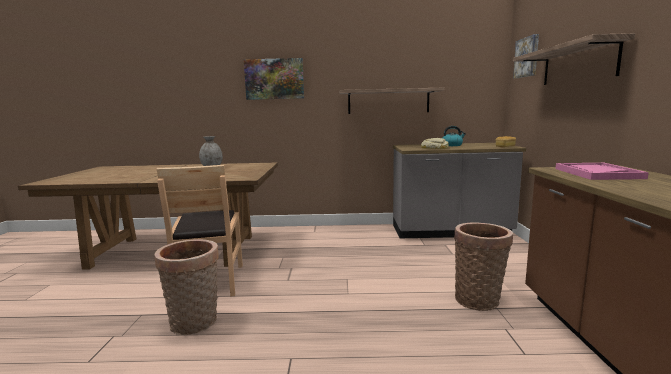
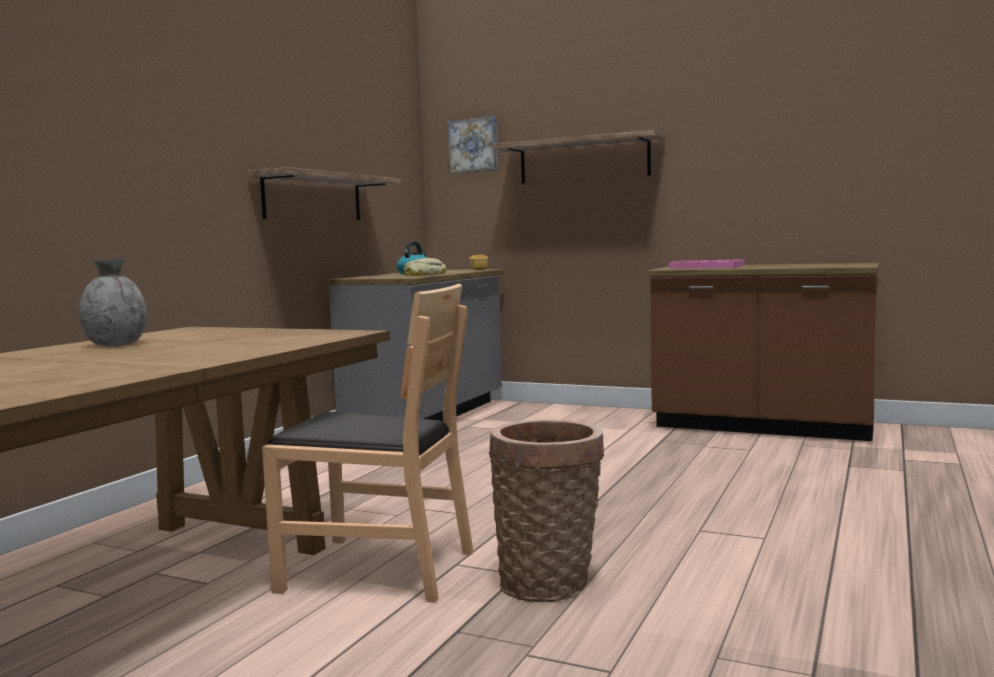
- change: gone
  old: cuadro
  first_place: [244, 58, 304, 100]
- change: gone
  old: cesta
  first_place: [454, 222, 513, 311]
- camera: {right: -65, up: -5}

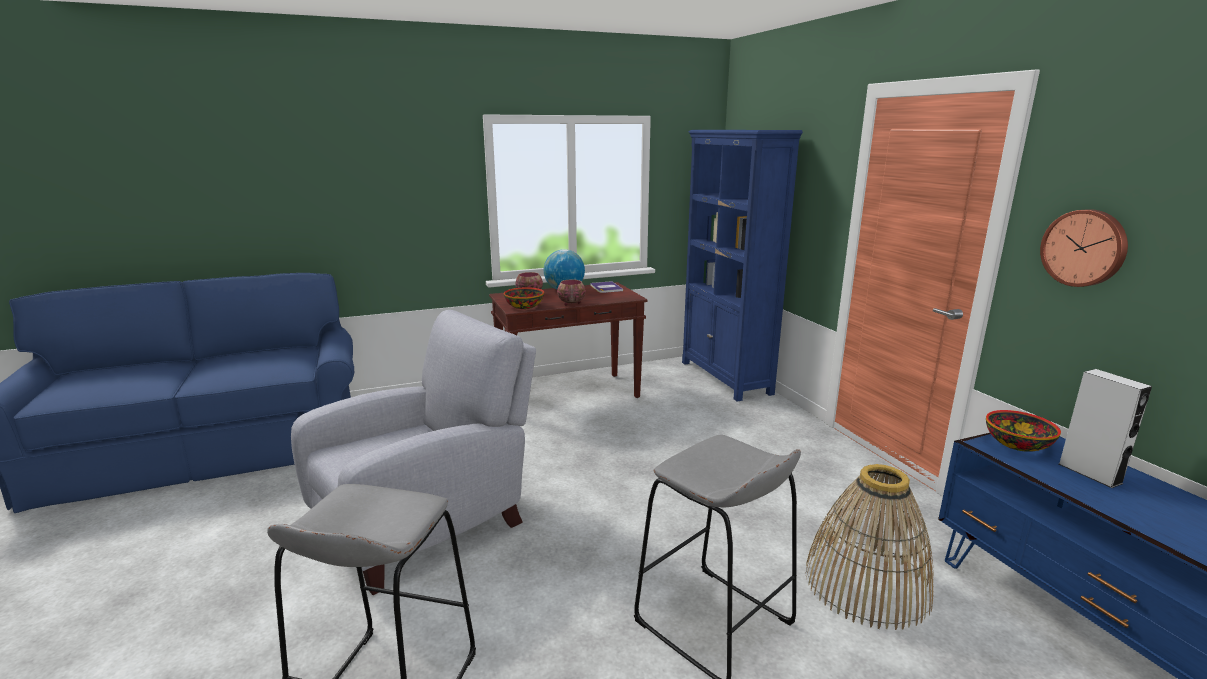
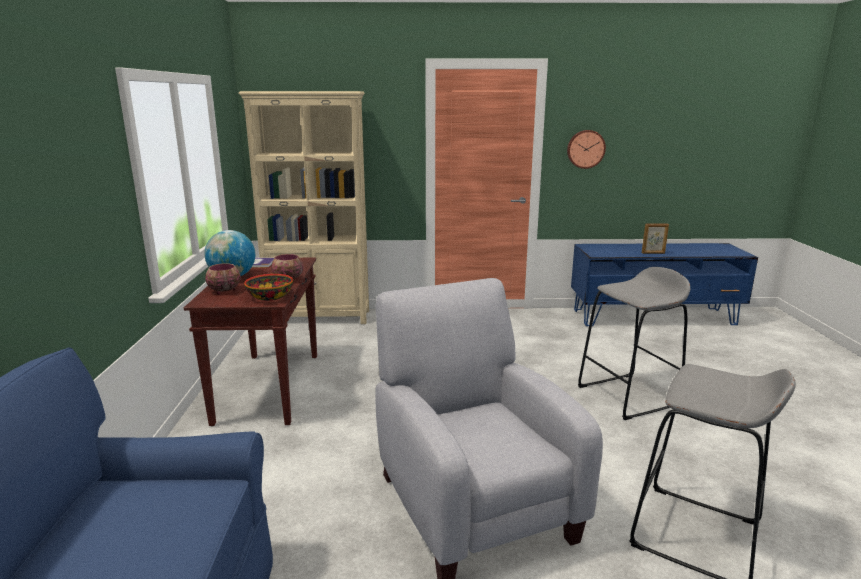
- change: gone
  old: cesta
  first_place: [805, 464, 934, 630]
- change: gone
  old: cuenco
  first_place: [986, 410, 1061, 452]
- change: gone
  old: altavoz/gris
  first_place: [1059, 369, 1152, 488]
- change: new
  new: portarretratos
  second_place: [642, 224, 669, 254]
- change: repainted
  old: estantería/azul
  new: estantería/beis
  first_place: [682, 130, 803, 401]
  second_place: [239, 91, 369, 324]
- camera: {right: -70, up: 0}

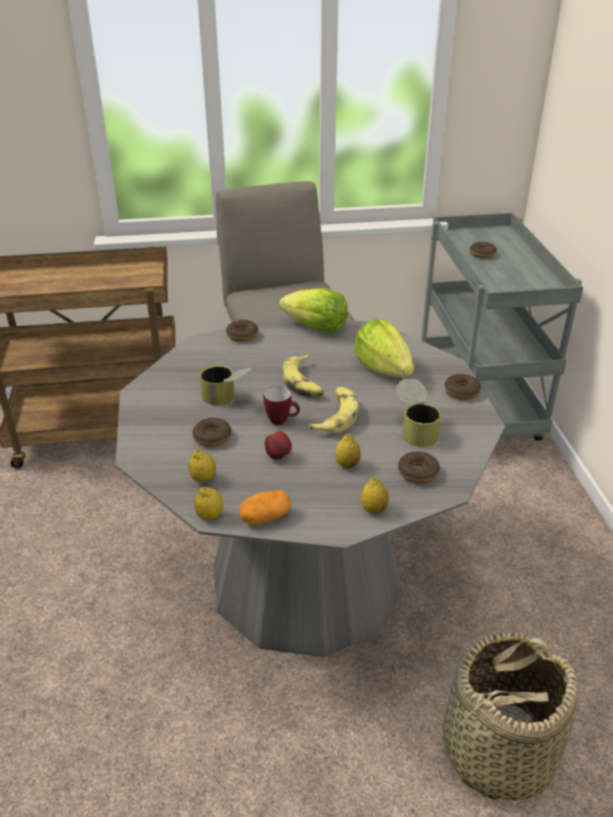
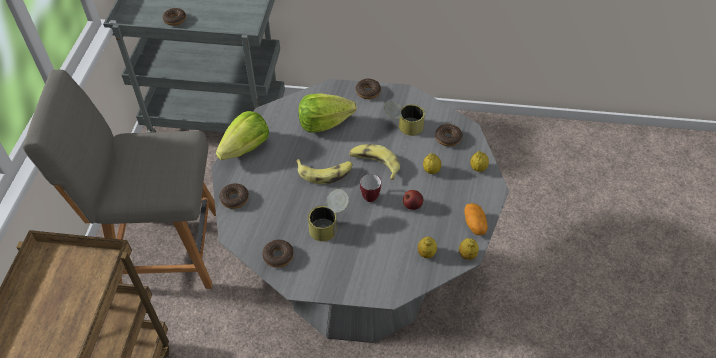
- change: gone
  old: cesta
  first_place: [439, 632, 578, 800]
- change: shifted
  old: rosquilla
  first_place: [192, 418, 232, 447]
  second_place: [262, 240, 294, 268]
- camera: {right: -75, up: 15}

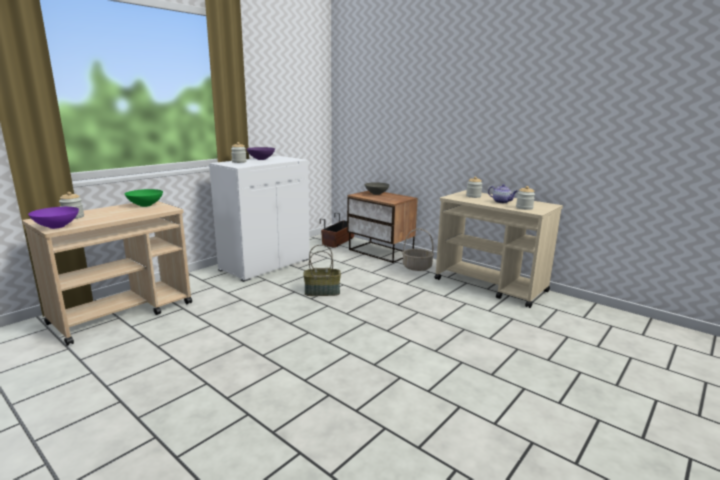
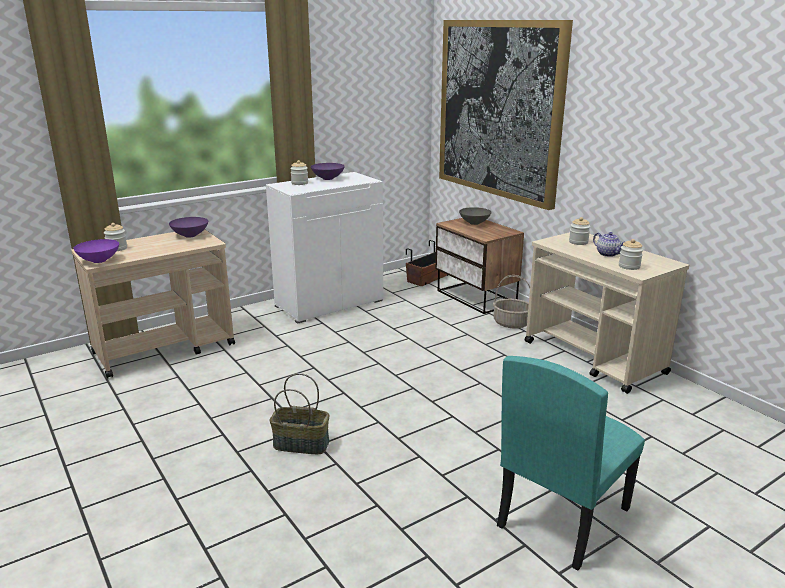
- change: new
  new: cuadro
  second_place: [439, 20, 573, 210]
- change: new
  new: silla/turquesa
  second_place: [497, 356, 645, 570]
- change: shifted
  old: cesta
  first_place: [303, 244, 341, 296]
  second_place: [270, 373, 330, 454]
- change: repainted
  old: cuenco/verde
  new: cuenco/morado
  first_place: [125, 189, 163, 207]
  second_place: [169, 217, 208, 238]
- camera: {right: 15, up: 5}

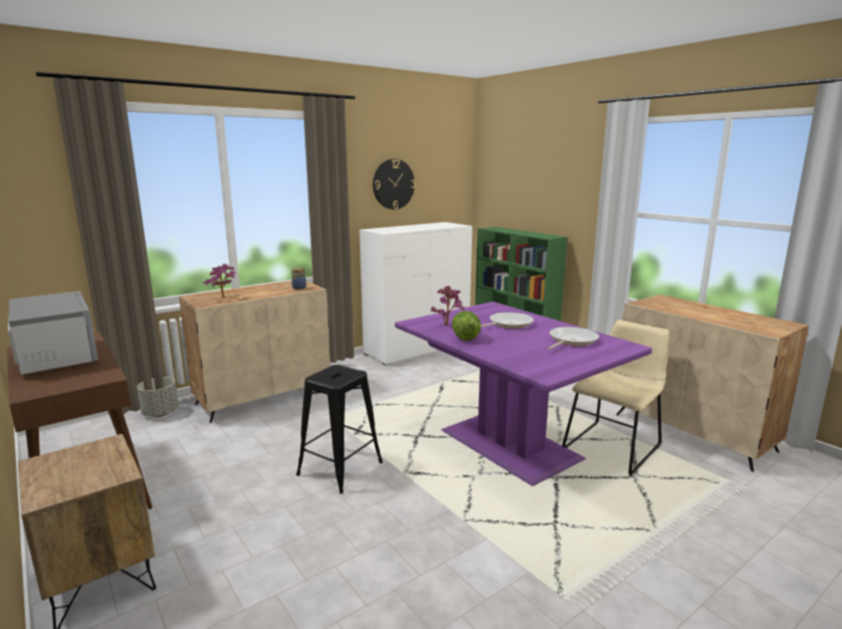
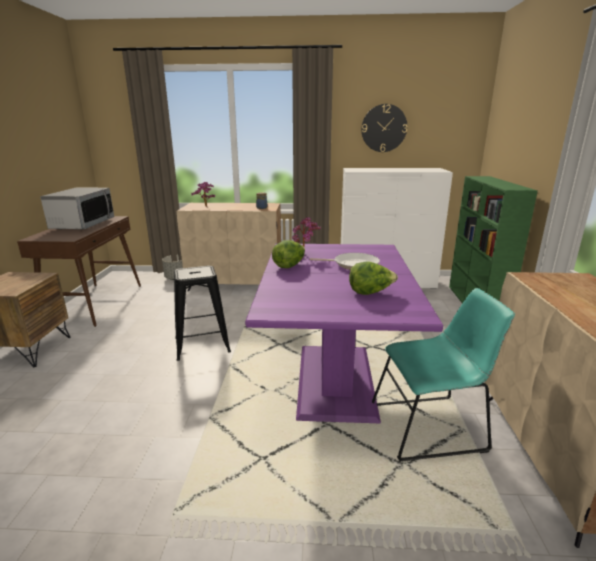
- change: swapped
  old: sartén
  new: lechuga
  first_place: [547, 327, 599, 350]
  second_place: [349, 261, 398, 295]
- change: repainted
  old: silla/beis
  new: silla/turquesa
  first_place: [562, 320, 669, 476]
  second_place: [372, 288, 515, 461]
- camera: {right: 40, up: 5}

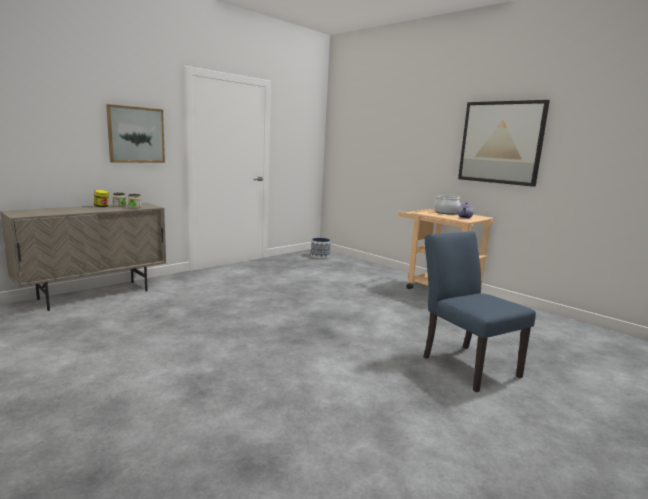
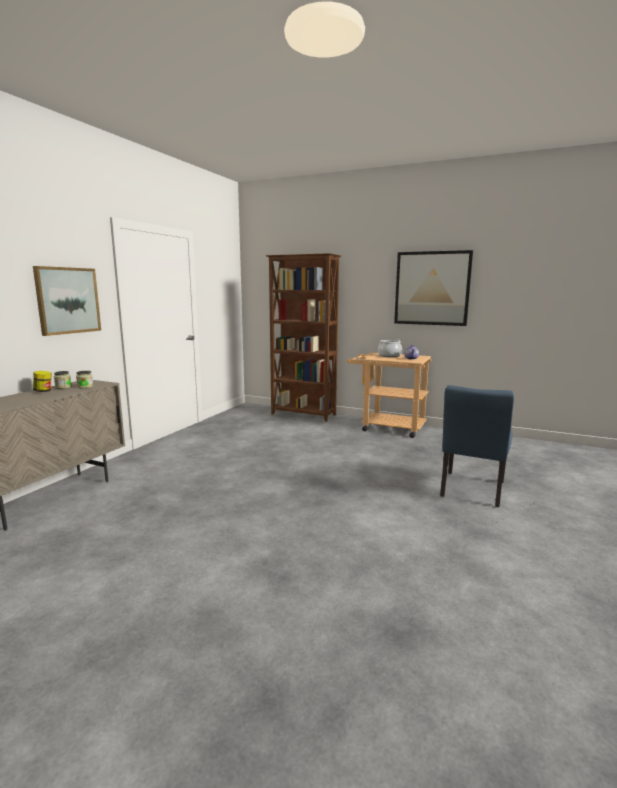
- change: gone
  old: maceta
  first_place: [311, 238, 331, 259]
- change: new
  new: estantería/marrón
  second_place: [266, 253, 341, 422]
- change: rotated
  old: silla/azul
  first_place: [423, 231, 536, 392]
  second_place: [440, 385, 514, 507]
  degrees: -105
- camera: {right: -20, up: 0}

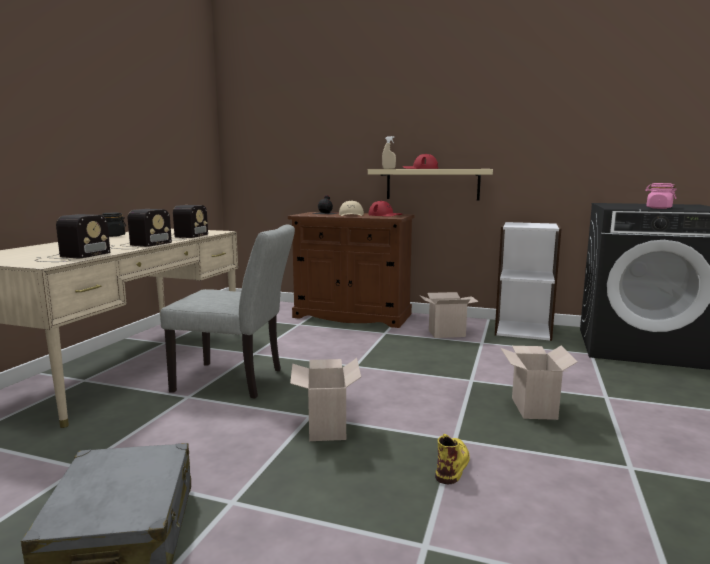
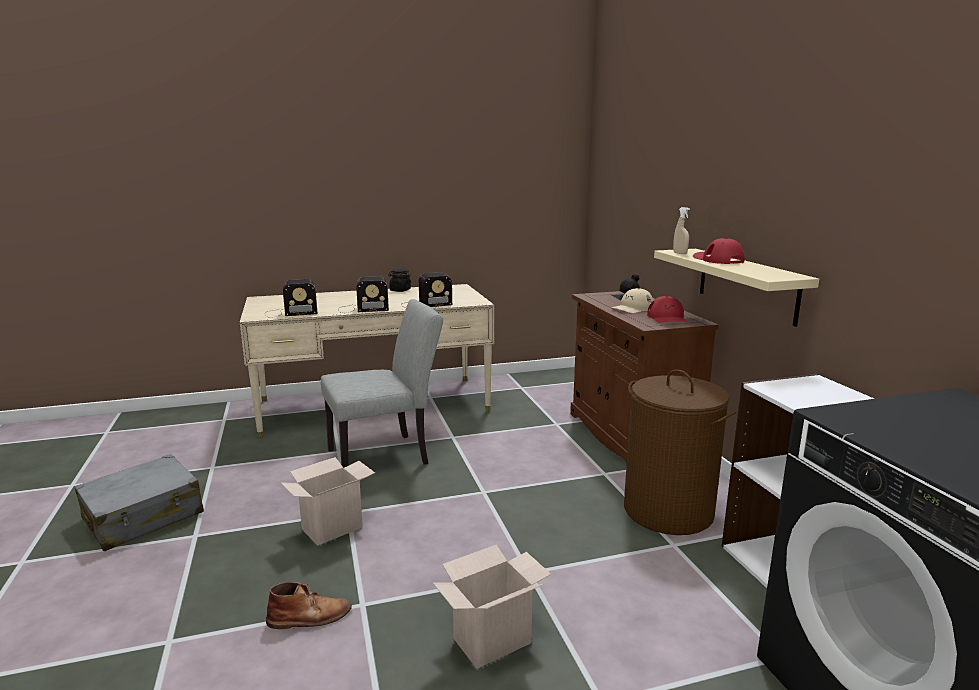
- change: gone
  old: tarro/rosa
  first_place: [645, 183, 676, 209]
- change: swapped
  old: caja de cartón
  new: cesto de la ropa/marrón
  first_place: [419, 292, 479, 338]
  second_place: [624, 369, 737, 535]
- change: repainted
  old: bota/amarillo
  new: bota/marrón
  first_place: [435, 434, 470, 484]
  second_place: [266, 582, 352, 629]
- change: rotated
  old: silla/gris
  first_place: [160, 224, 295, 398]
  second_place: [321, 299, 443, 468]
  degrees: -90
- camera: {right: 55, up: 5}

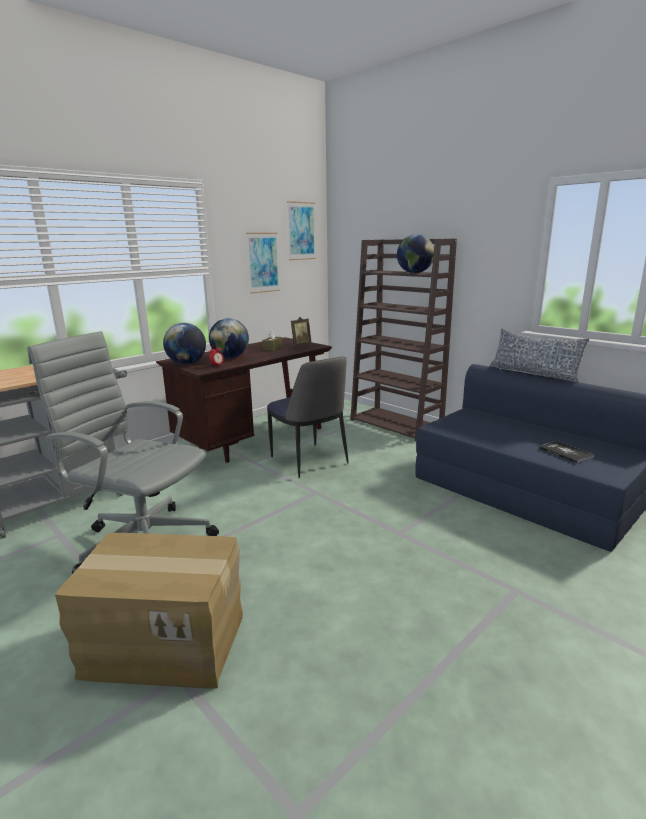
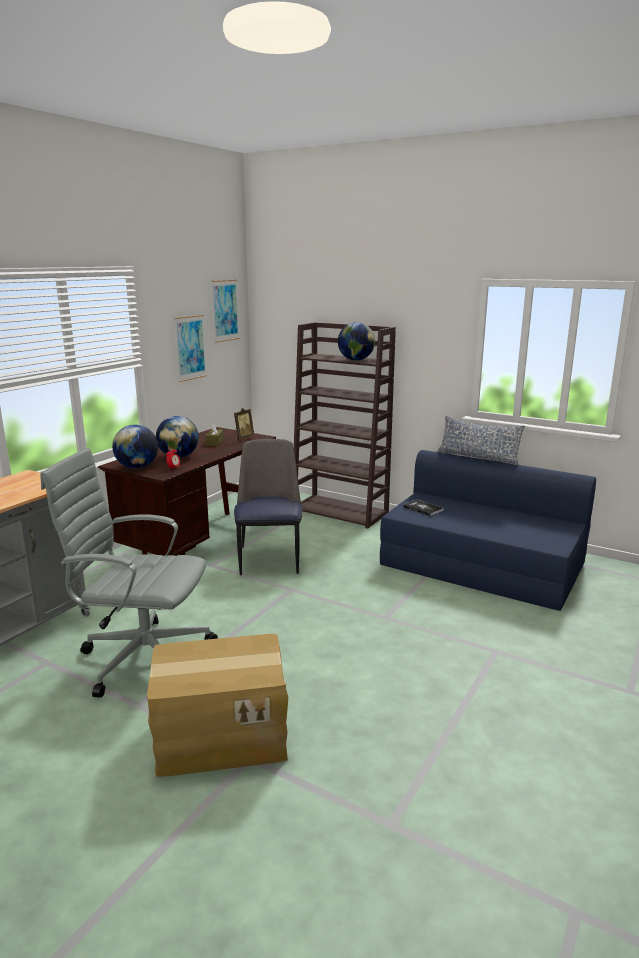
- change: shifted
  old: libro
  first_place: [539, 441, 594, 464]
  second_place: [403, 499, 444, 516]
- change: rotated
  old: silla
  first_place: [267, 356, 349, 478]
  second_place: [234, 439, 303, 575]
  degrees: -135
- camera: {right: -15, up: 0}

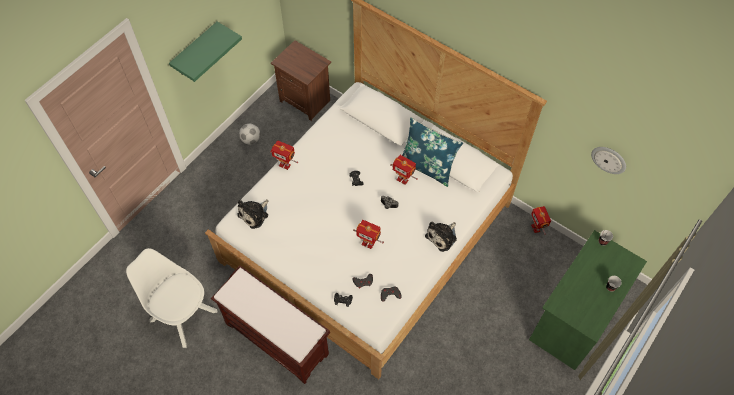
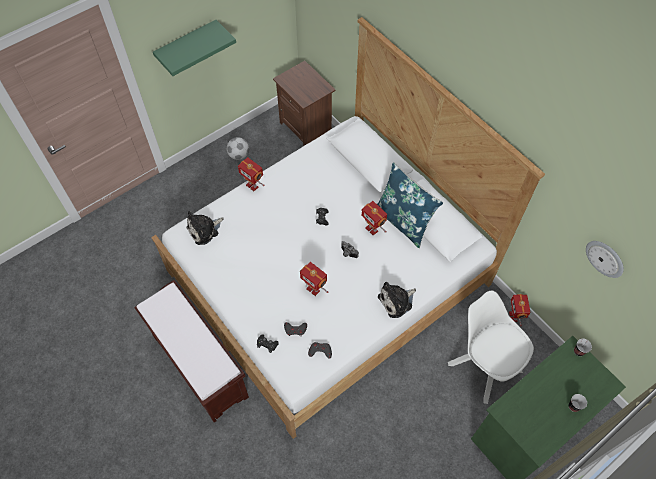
- change: shifted
  old: silla/blanco
  first_place: [126, 248, 217, 348]
  second_place: [448, 291, 534, 404]
- camera: {right: 15, up: 0}

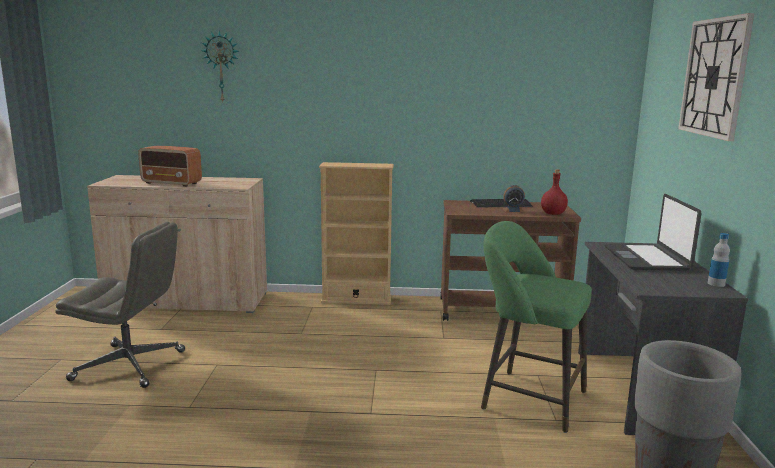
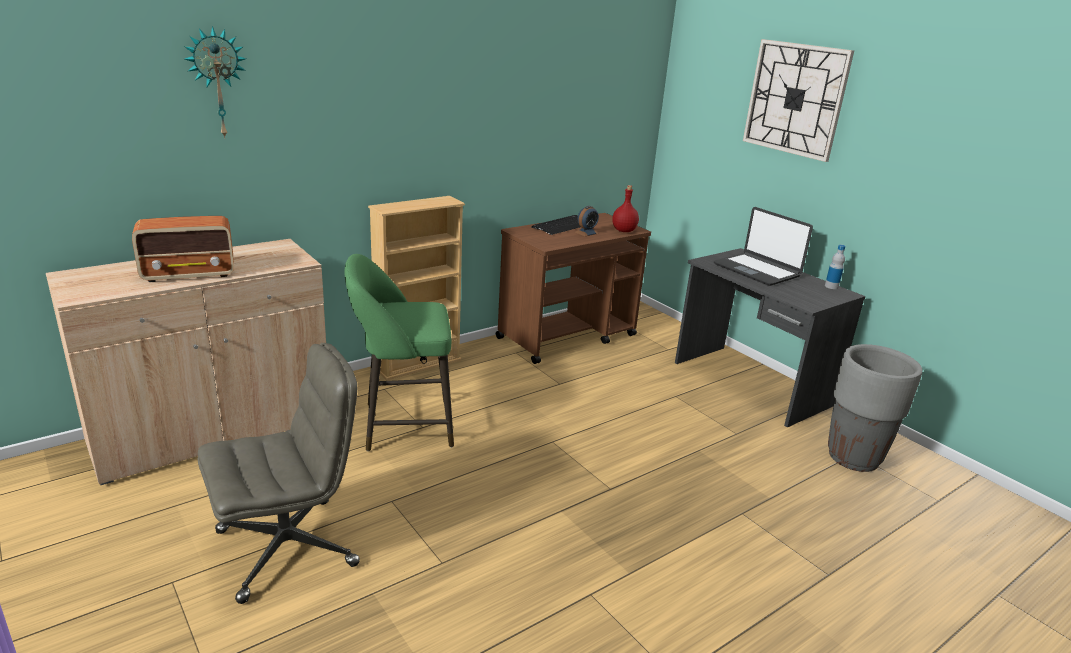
- change: shifted
  old: taburete/verde
  first_place: [481, 221, 592, 433]
  second_place: [344, 254, 454, 451]
- camera: {right: -40, up: 10}

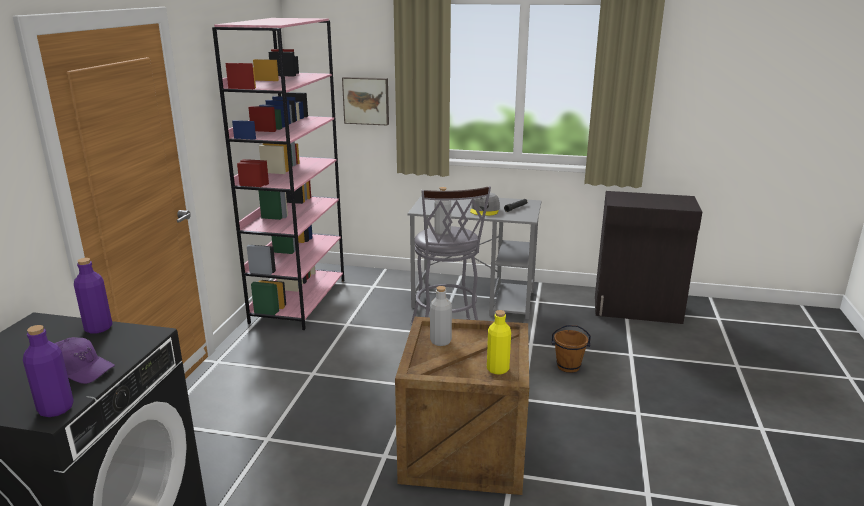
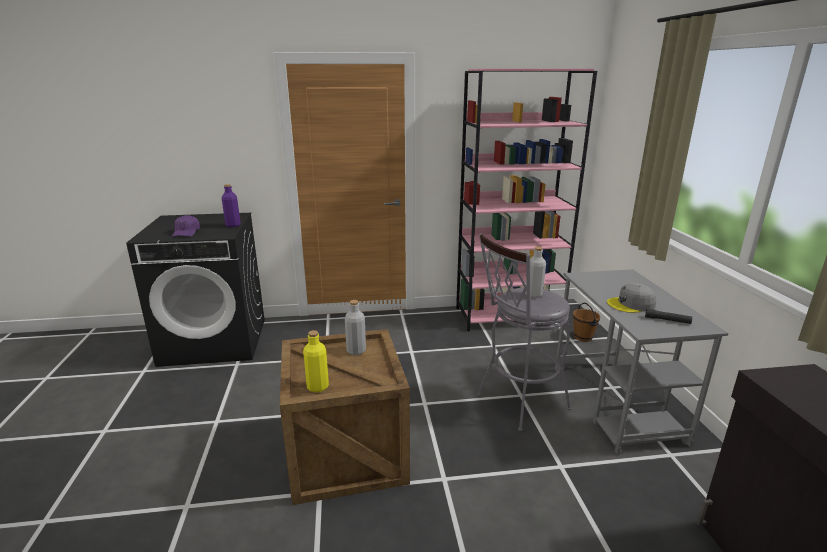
- change: gone
  old: botella/morado
  first_place: [23, 325, 74, 417]
- change: gone
  old: cuadro
  first_place: [342, 77, 389, 126]
- change: shifted
  old: cubo/marrón
  first_place: [551, 325, 591, 373]
  second_place: [573, 303, 600, 342]
- camera: {right: 70, up: 0}

